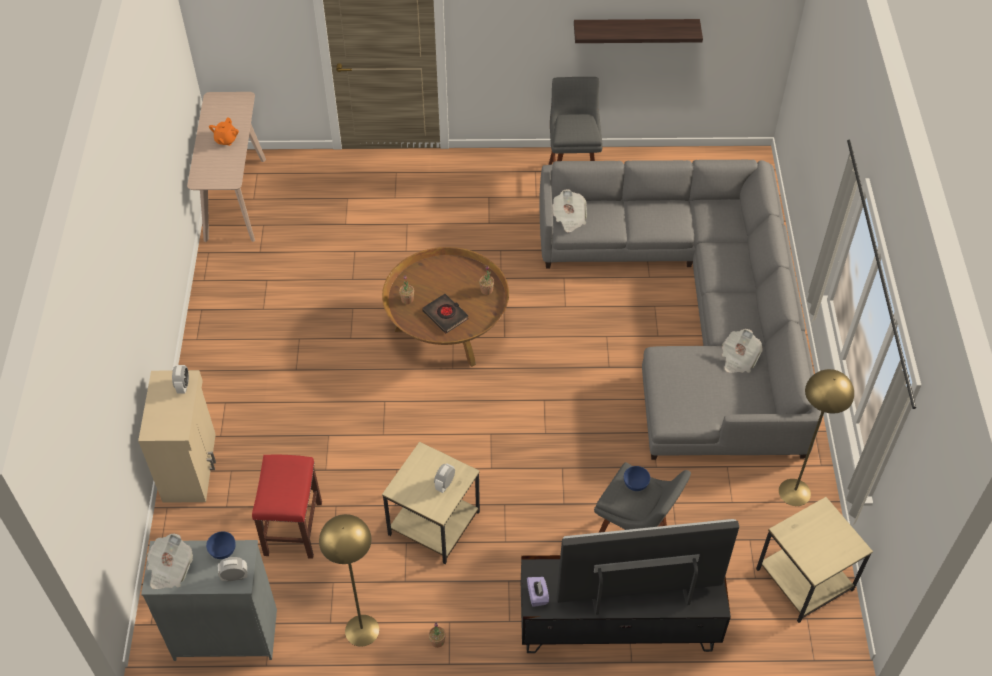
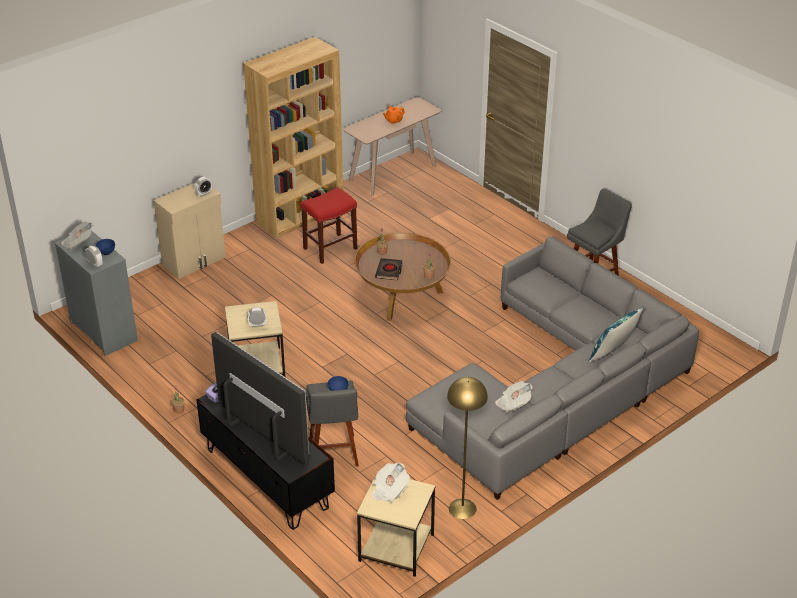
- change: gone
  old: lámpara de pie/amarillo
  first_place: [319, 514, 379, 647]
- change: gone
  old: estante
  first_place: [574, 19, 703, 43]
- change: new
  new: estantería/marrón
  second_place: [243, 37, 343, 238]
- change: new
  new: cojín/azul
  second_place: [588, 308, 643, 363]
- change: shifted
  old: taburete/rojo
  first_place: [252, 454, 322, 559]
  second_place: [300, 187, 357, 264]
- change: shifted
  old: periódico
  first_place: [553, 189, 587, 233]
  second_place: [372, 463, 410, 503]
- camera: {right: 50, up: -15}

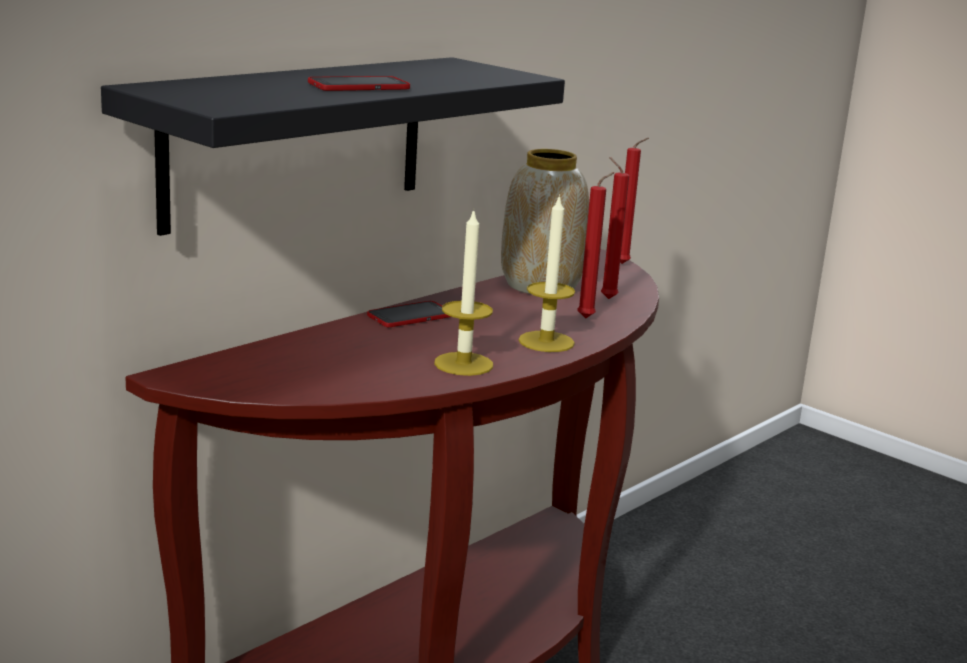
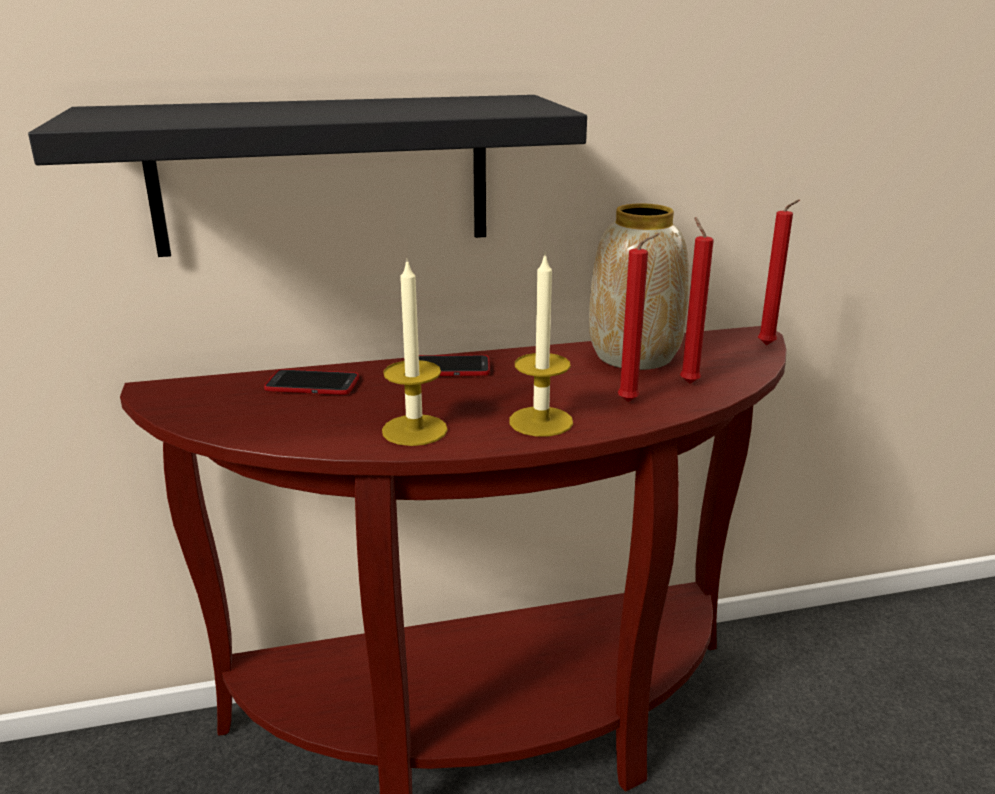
- change: shifted
  old: móvil
  first_place: [308, 76, 410, 91]
  second_place: [264, 369, 359, 395]
- camera: {right: 35, up: 5}

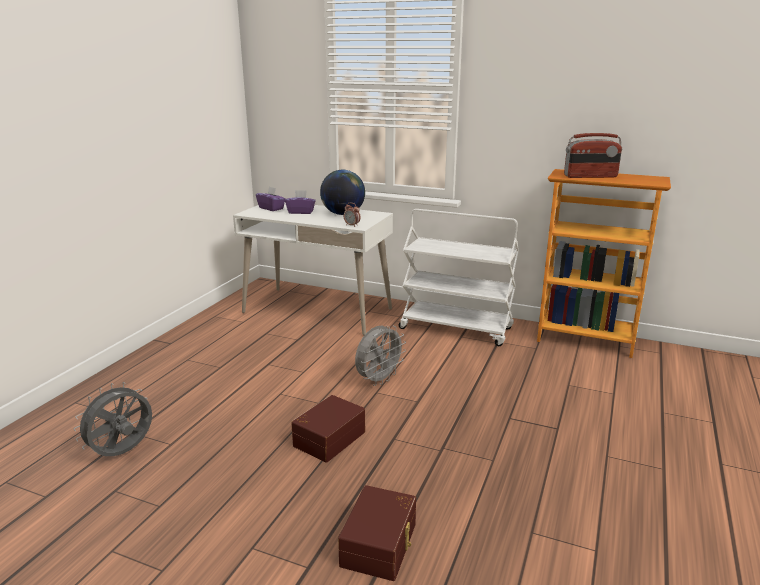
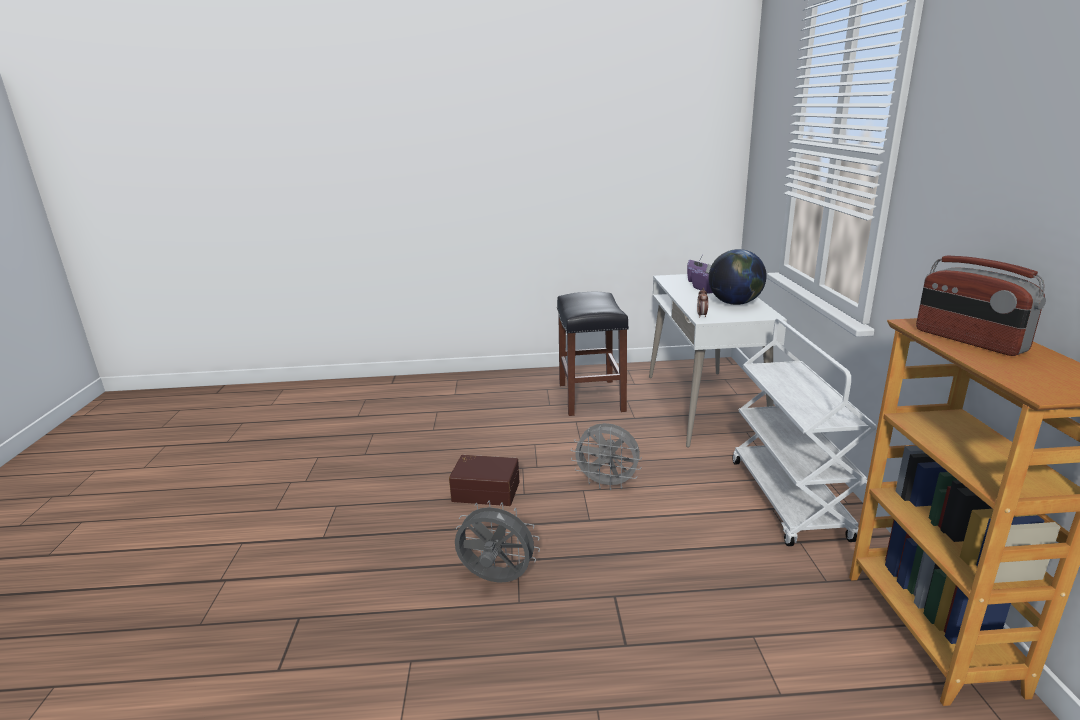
- change: gone
  old: caja de almacenaje/marrón
  first_place: [338, 485, 416, 581]
- change: new
  new: taburete/negro
  second_place: [557, 292, 629, 416]
- change: shifted
  old: ventilador/gris
  first_place: [73, 382, 152, 456]
  second_place: [455, 501, 540, 583]
- camera: {right: 65, up: 0}

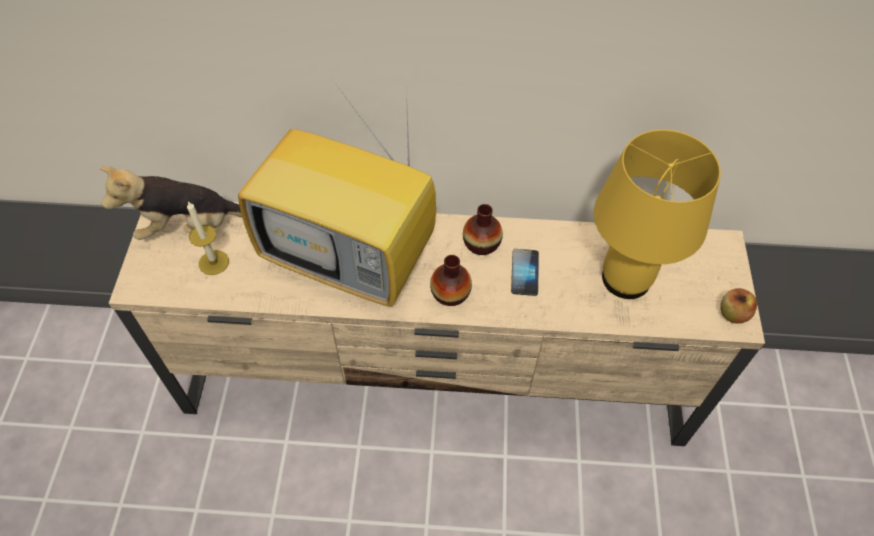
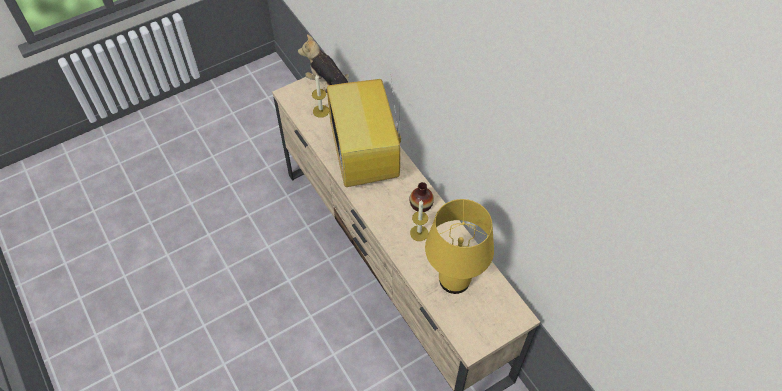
- change: gone
  old: florero
  first_place: [430, 255, 472, 306]
- change: gone
  old: manzana
  first_place: [720, 288, 757, 324]
- change: swapped
  old: móvil
  new: vela
  first_place: [511, 249, 539, 296]
  second_place: [410, 200, 428, 241]
- camera: {right: 55, up: 0}

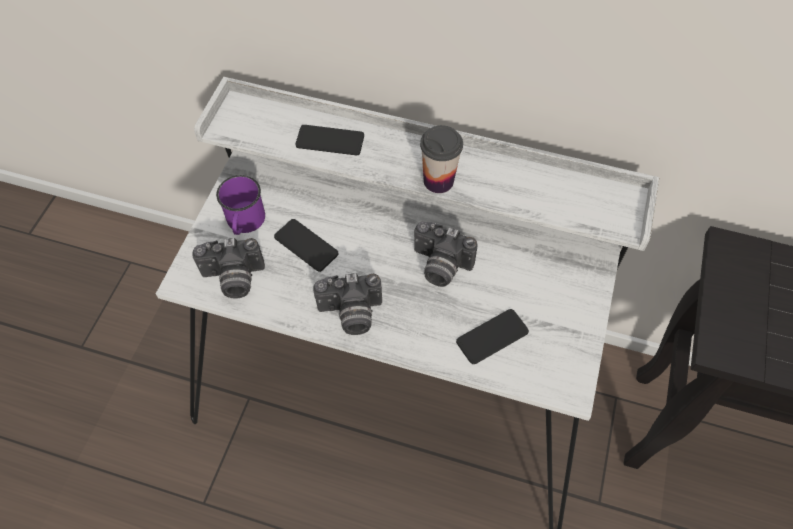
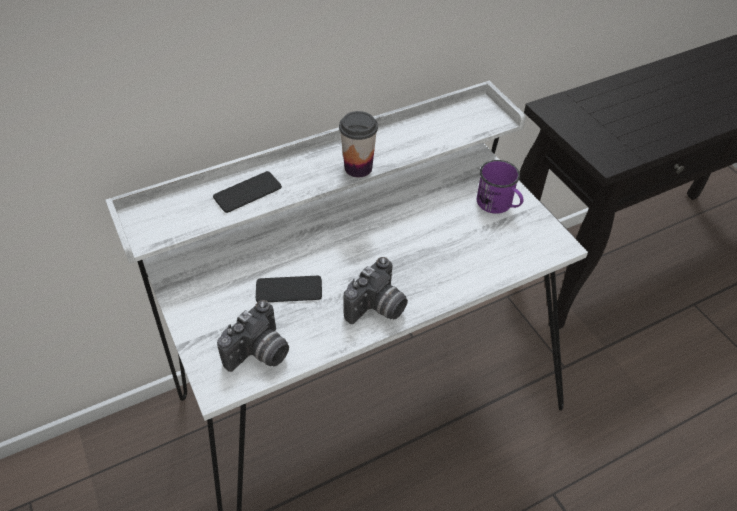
- change: gone
  old: cámara
  first_place: [414, 221, 478, 287]
- change: gone
  old: móvil
  first_place: [456, 309, 529, 364]
- change: shifted
  old: taza grande/morado
  first_place: [216, 175, 265, 235]
  second_place: [477, 160, 523, 214]
- camera: {right: -45, up: -10}

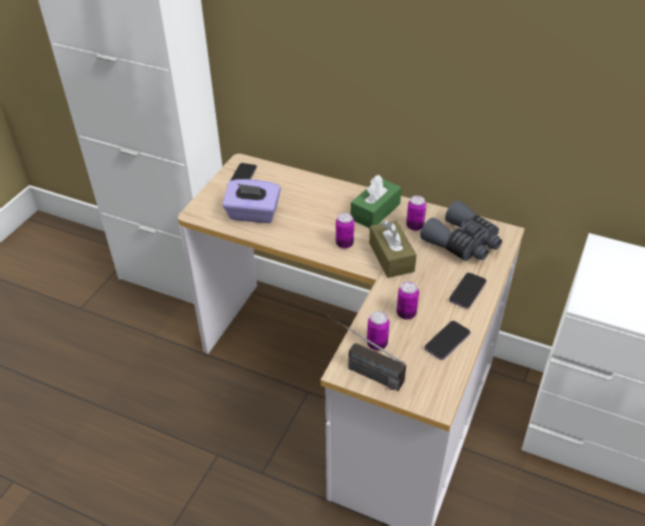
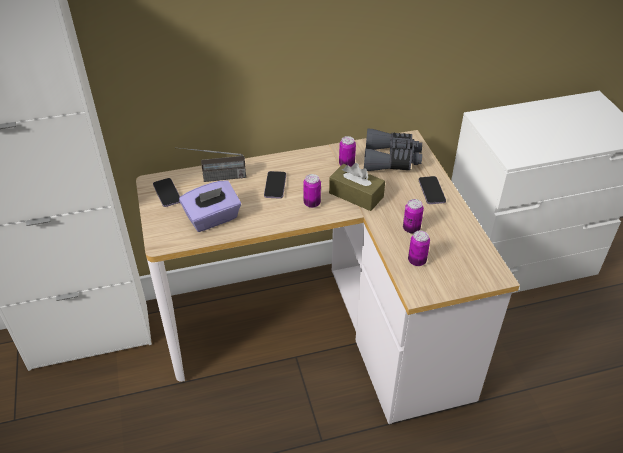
- change: gone
  old: caja de pañuelos/verde
  first_place: [351, 175, 402, 228]
- change: shifted
  old: radio
  first_place: [328, 315, 406, 391]
  second_place: [175, 147, 246, 182]
- change: shifted
  old: móvil
  first_place: [424, 321, 470, 360]
  second_place: [264, 171, 286, 199]
- camera: {right: -40, up: 0}

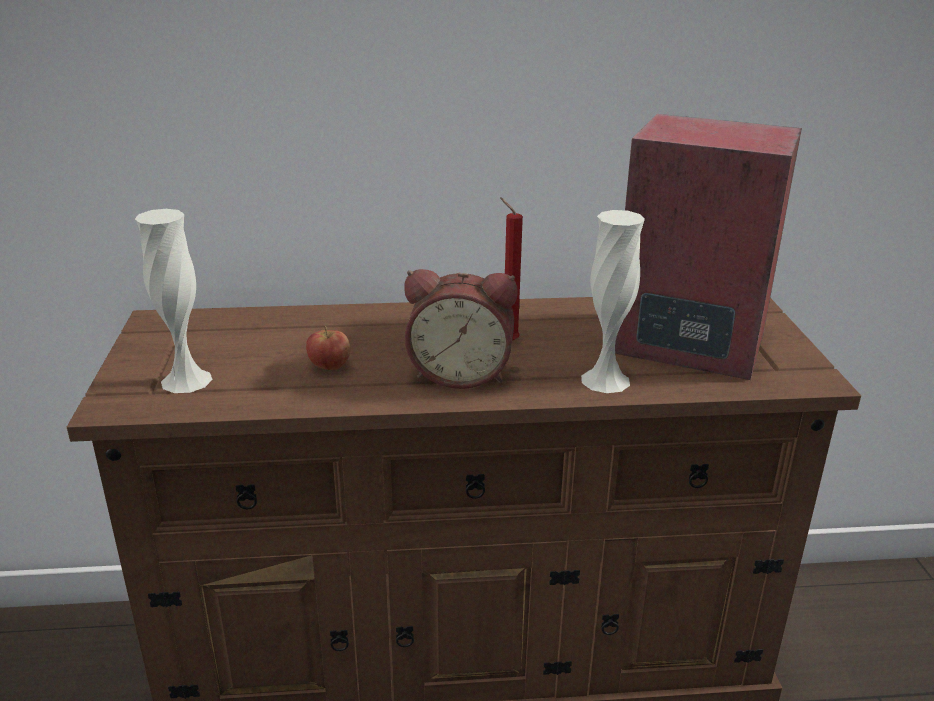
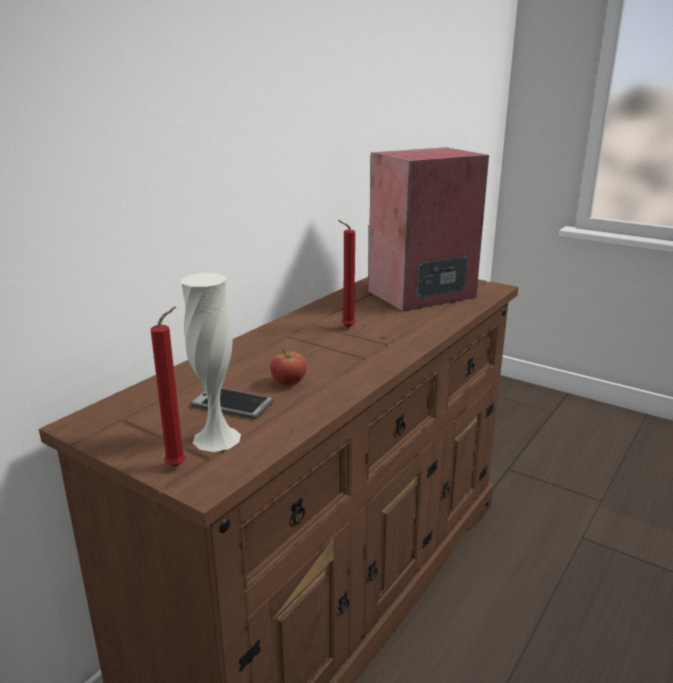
- change: gone
  old: despertador
  first_place: [404, 269, 517, 389]
- change: gone
  old: florero/blanco
  first_place: [581, 210, 645, 393]
- change: new
  new: vela/rojo
  second_place: [151, 306, 186, 467]
- change: new
  new: móvil
  second_place: [190, 388, 274, 419]
- camera: {right: -50, up: -5}

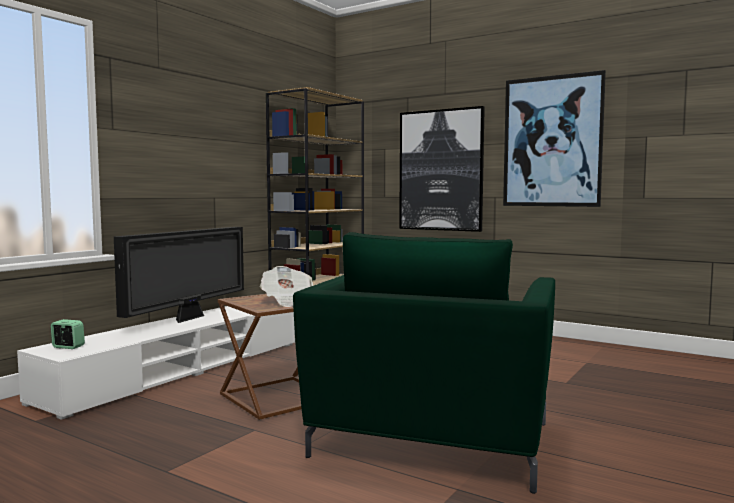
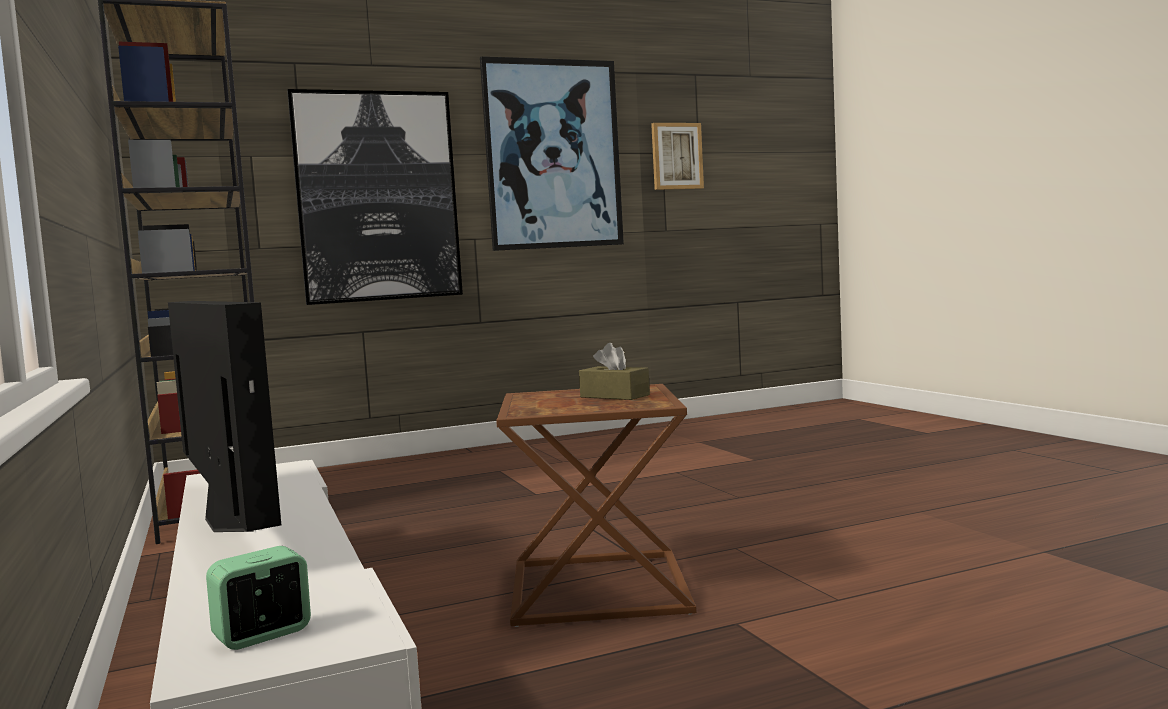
- change: gone
  old: sillón/verde
  first_place: [293, 232, 555, 494]
- change: new
  new: cuadro
  second_place: [651, 123, 704, 190]
- change: swapped
  old: periódico
  new: caja de pañuelos/marrón
  first_place: [260, 266, 313, 307]
  second_place: [579, 343, 650, 400]
- camera: {right: -55, up: 0}

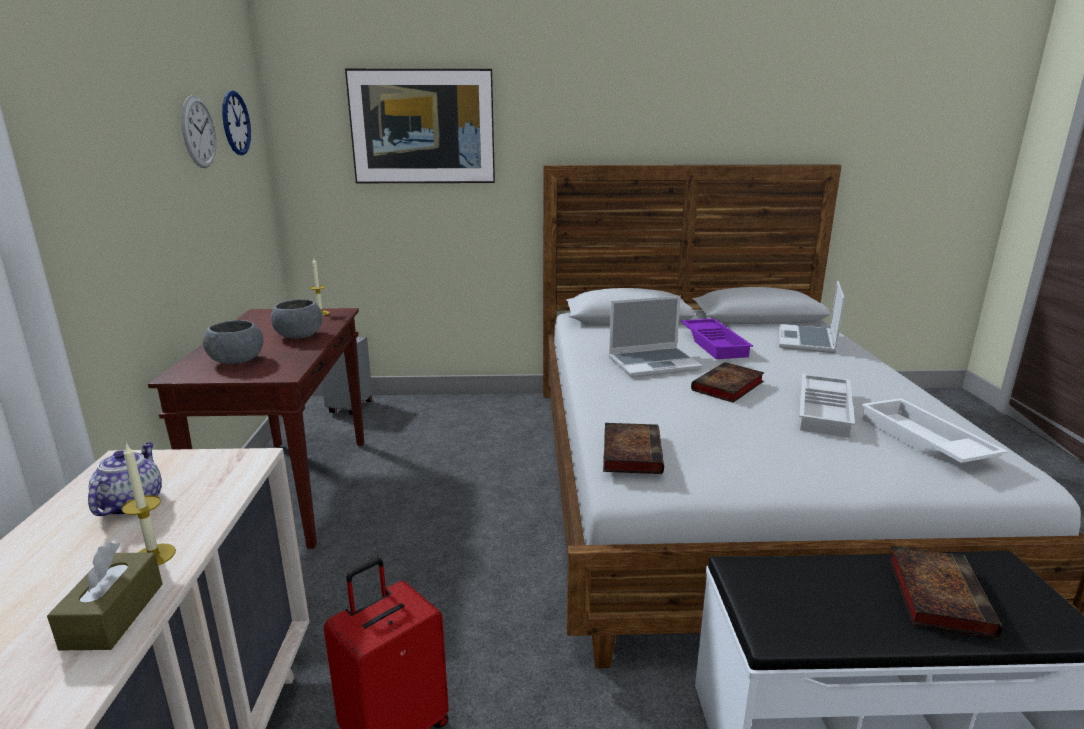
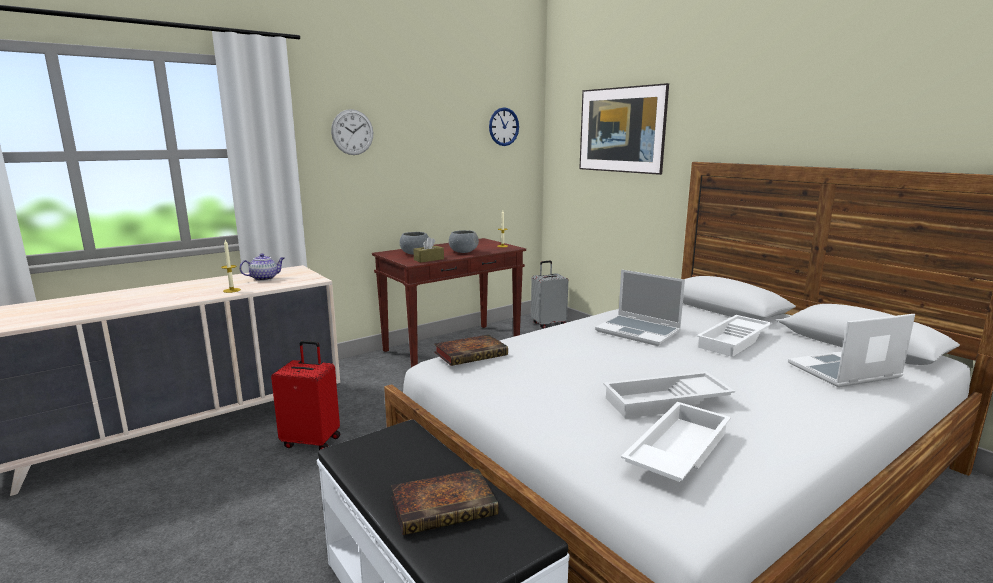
- change: gone
  old: libro
  first_place: [691, 362, 765, 403]
- change: shifted
  old: caja de pañuelos/marrón
  first_place: [47, 542, 163, 650]
  second_place: [413, 237, 444, 263]
- change: shifted
  old: reloj de pared
  first_place: [181, 95, 216, 168]
  second_place: [331, 109, 373, 155]
- change: repainted
  old: bandeja/morado
  new: bandeja/blanco
  first_place: [681, 319, 753, 359]
  second_place: [697, 315, 772, 357]
- camera: {right: 55, up: -5}

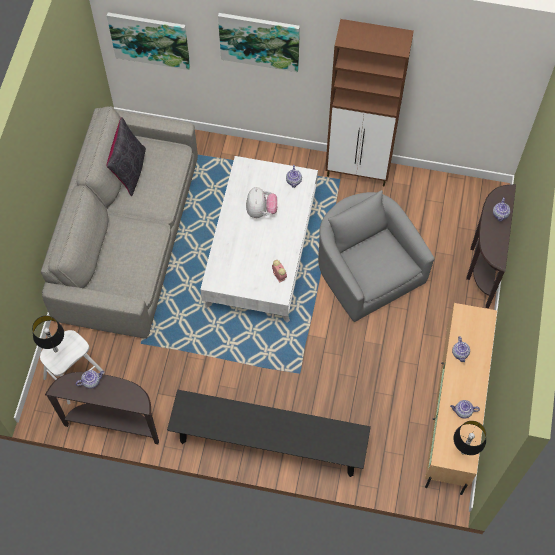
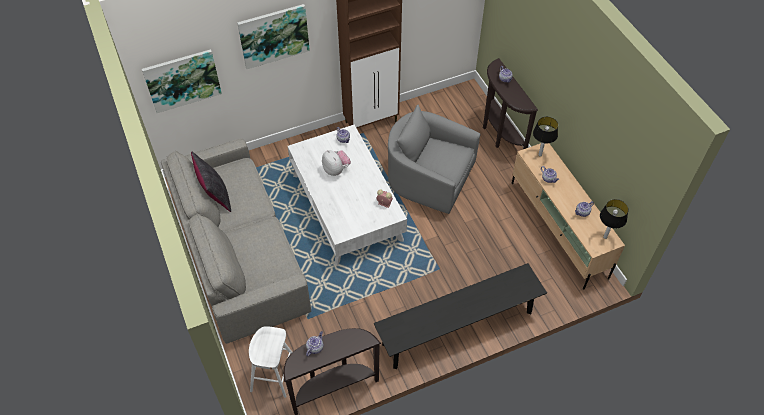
- change: shifted
  old: lámpara de mesa
  first_place: [32, 316, 64, 352]
  second_place: [533, 117, 558, 157]
- camera: {right: -35, up: -10}

